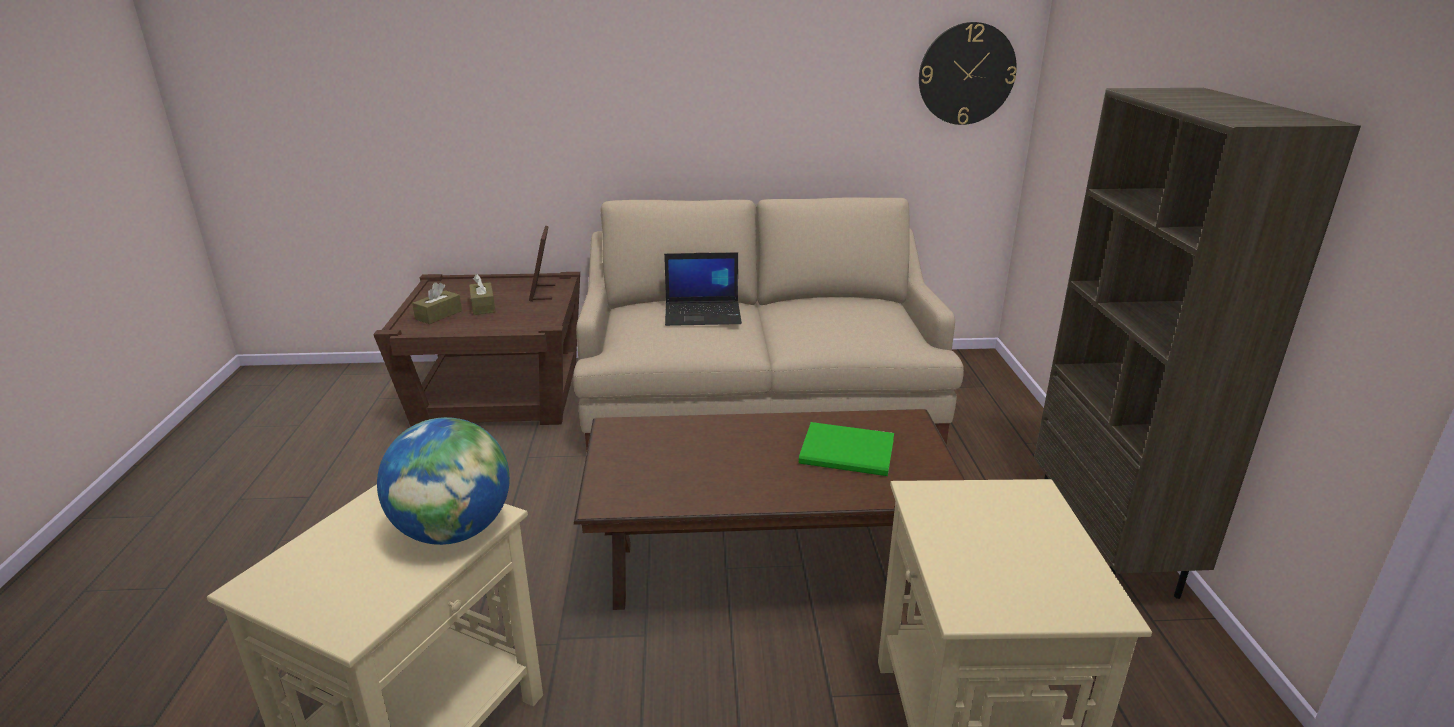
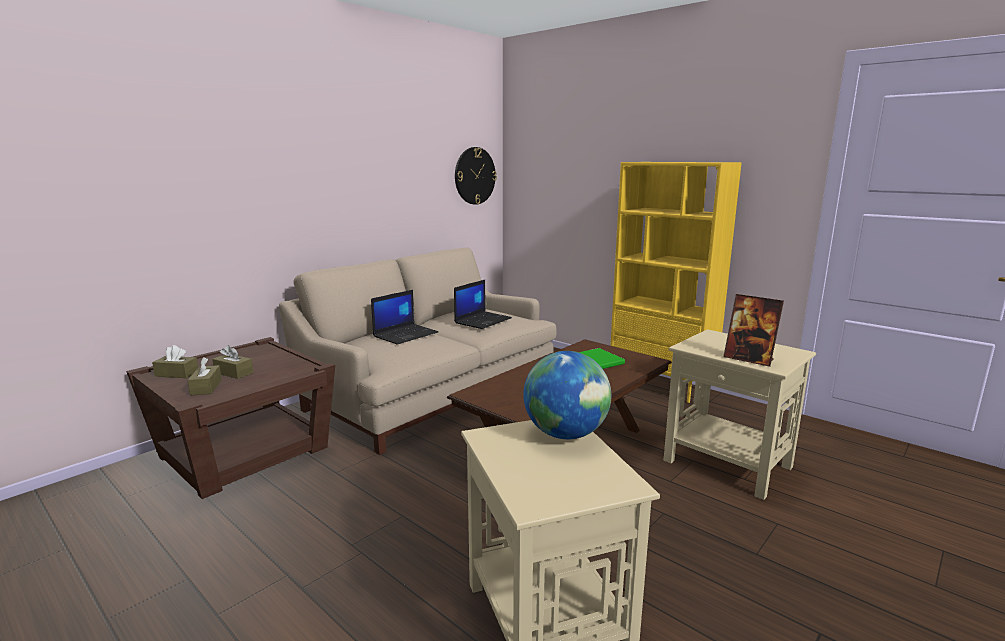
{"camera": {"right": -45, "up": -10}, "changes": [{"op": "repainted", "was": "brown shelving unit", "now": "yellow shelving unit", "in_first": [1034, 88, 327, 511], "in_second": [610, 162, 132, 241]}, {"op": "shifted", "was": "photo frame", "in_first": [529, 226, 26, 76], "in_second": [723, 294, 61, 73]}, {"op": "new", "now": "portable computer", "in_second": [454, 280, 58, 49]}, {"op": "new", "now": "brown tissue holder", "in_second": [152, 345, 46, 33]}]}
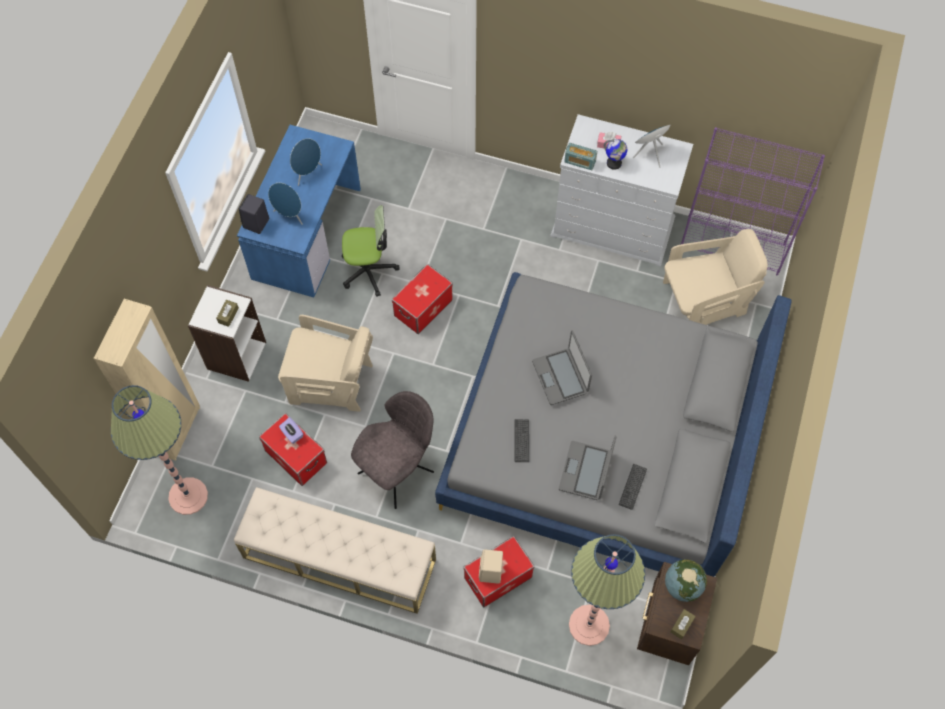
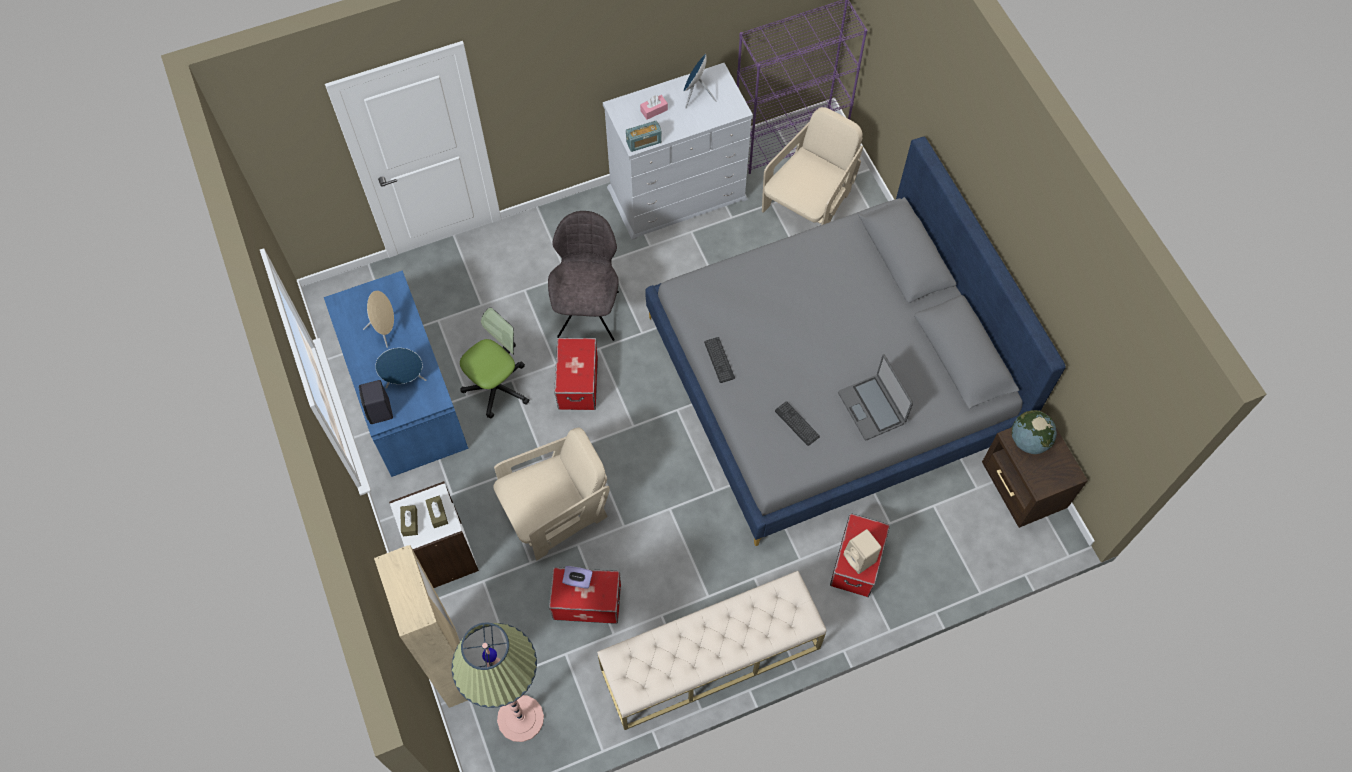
{"camera": {"right": -40, "up": 0}, "changes": [{"op": "repainted", "was": "blue-coloured speaker", "now": "sand-coloured speaker", "in_first": [290, 138, 32, 48], "in_second": [363, 291, 31, 57]}, {"op": "gone", "was": "desk globe", "in_first": [604, 139, 23, 31]}, {"op": "gone", "was": "portable computer", "in_first": [532, 330, 60, 75]}, {"op": "shifted", "was": "gray upright chair", "in_first": [351, 391, 83, 118], "in_second": [548, 211, 71, 130]}, {"op": "shifted", "was": "PC keyboard", "in_first": [619, 464, 28, 46], "in_second": [704, 337, 31, 46]}, {"op": "gone", "was": "standard lamp", "in_first": [569, 534, 76, 112]}, {"op": "shifted", "was": "brown tissue holder", "in_first": [670, 609, 26, 30], "in_second": [400, 505, 18, 31]}]}
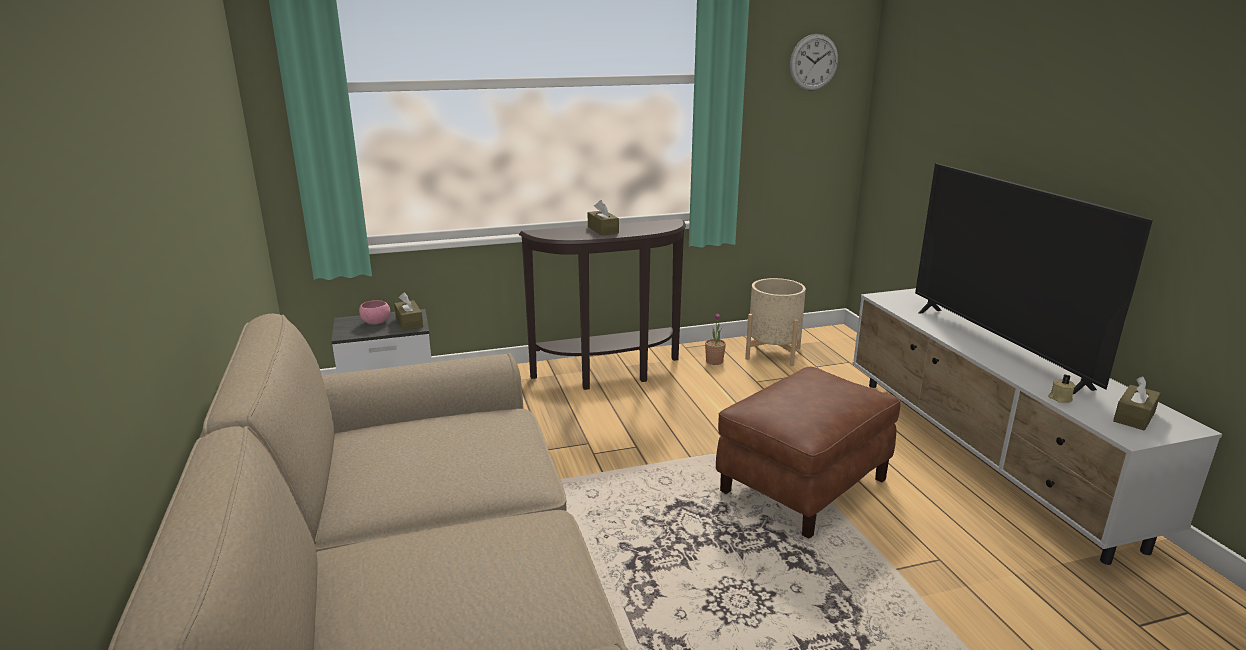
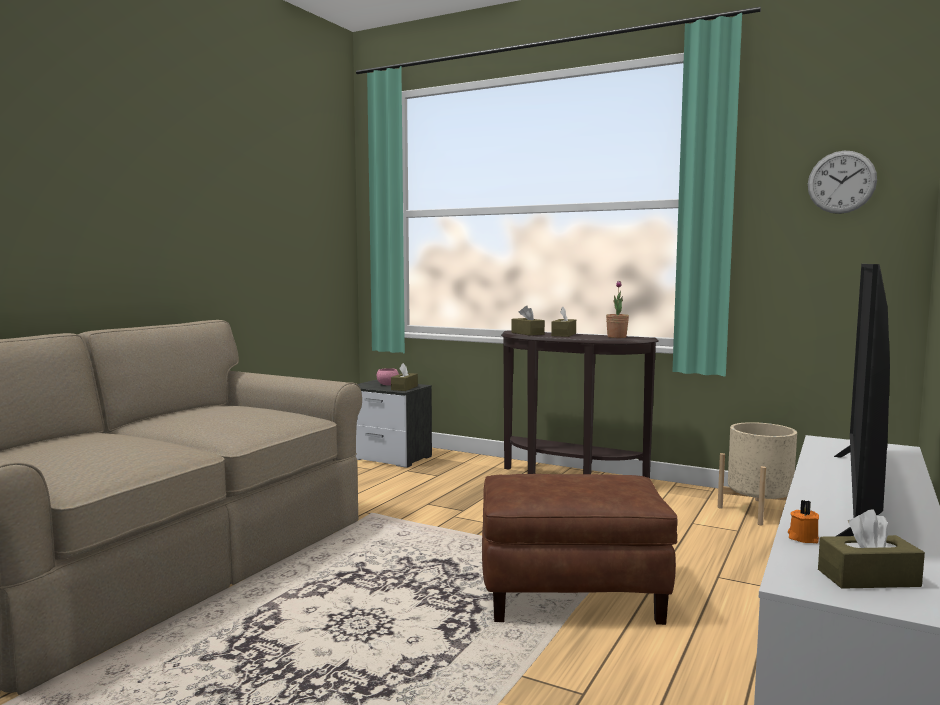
{"camera": {"right": 45, "up": -15}, "changes": [{"op": "shifted", "was": "potted plant", "in_first": [705, 313, 21, 52], "in_second": [606, 281, 23, 57]}, {"op": "repainted", "was": "sand-coloured wax candle", "now": "orange-coloured wax candle", "in_first": [1048, 374, 28, 29], "in_second": [788, 500, 31, 43]}, {"op": "new", "now": "brown tissue holder", "in_second": [511, 306, 34, 30]}]}
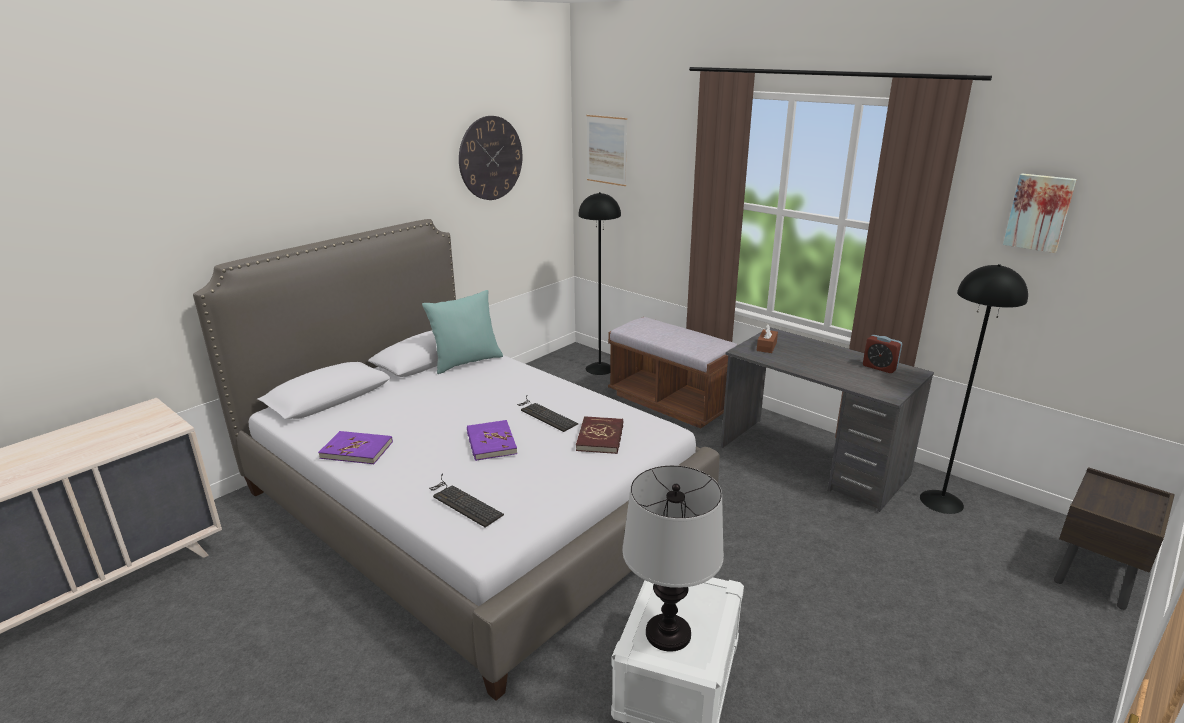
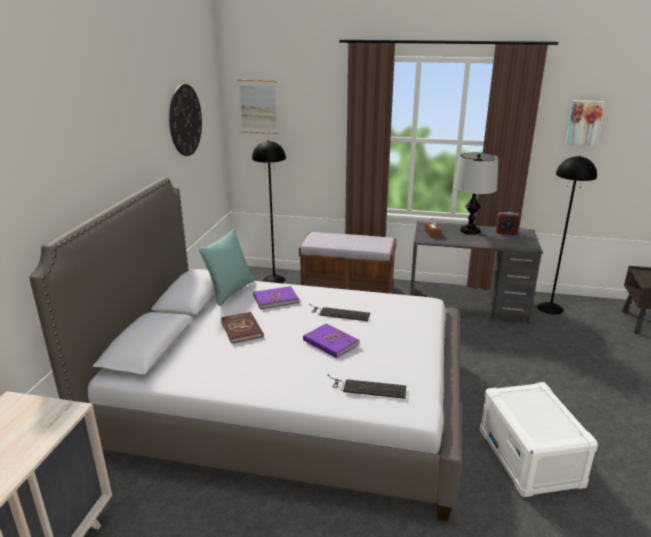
{"camera": {"right": -30, "up": 0}, "changes": [{"op": "shifted", "was": "red-coloured volume", "in_first": [576, 416, 47, 38], "in_second": [221, 312, 42, 32]}, {"op": "shifted", "was": "purplish volume", "in_first": [318, 431, 75, 33], "in_second": [253, 286, 46, 23]}, {"op": "shifted", "was": "table lamp", "in_first": [622, 465, 102, 187], "in_second": [454, 153, 44, 82]}]}
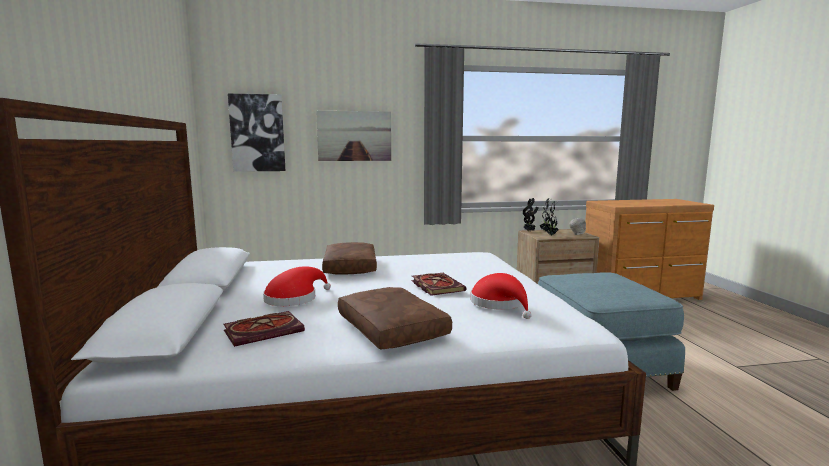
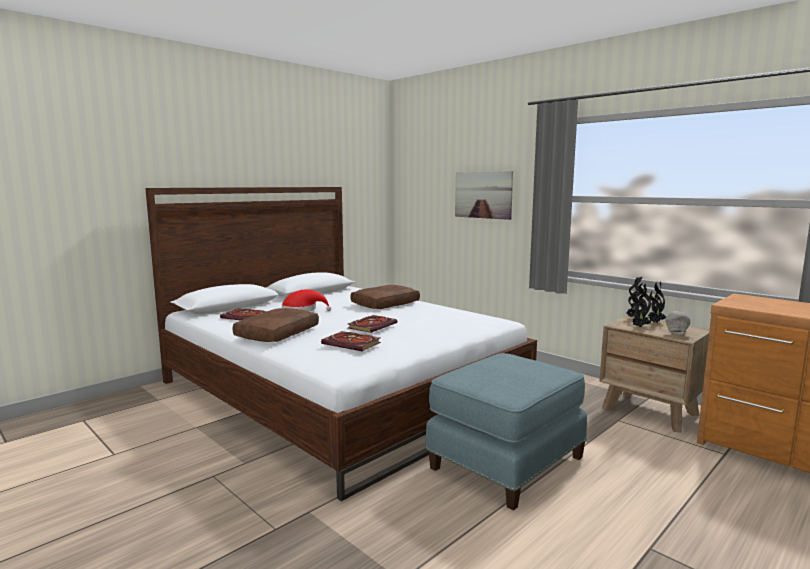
{"camera": {"right": 55, "up": 0}, "changes": [{"op": "gone", "was": "wall art", "in_first": [228, 94, 57, 78]}, {"op": "swapped", "was": "red-coloured clothing hat", "now": "volume", "in_first": [470, 273, 62, 46], "in_second": [321, 331, 60, 20]}]}
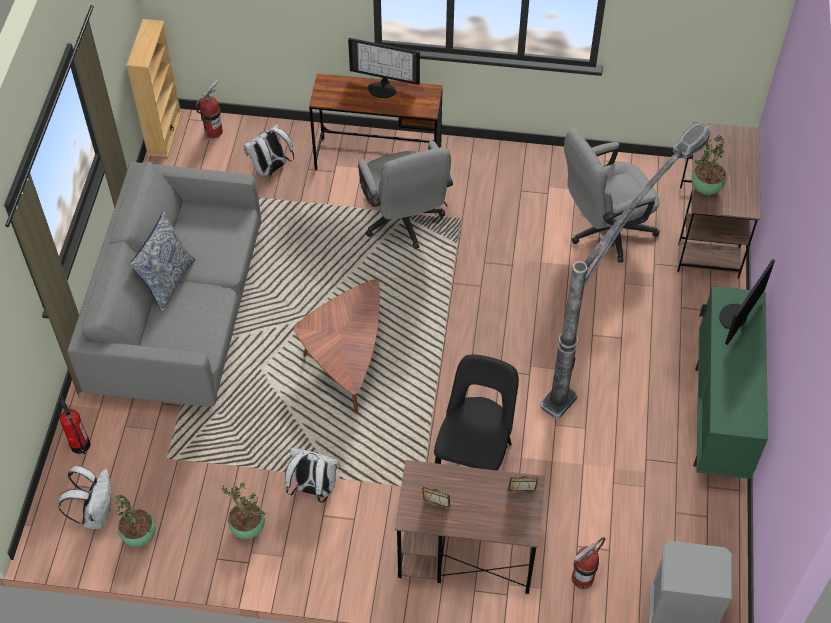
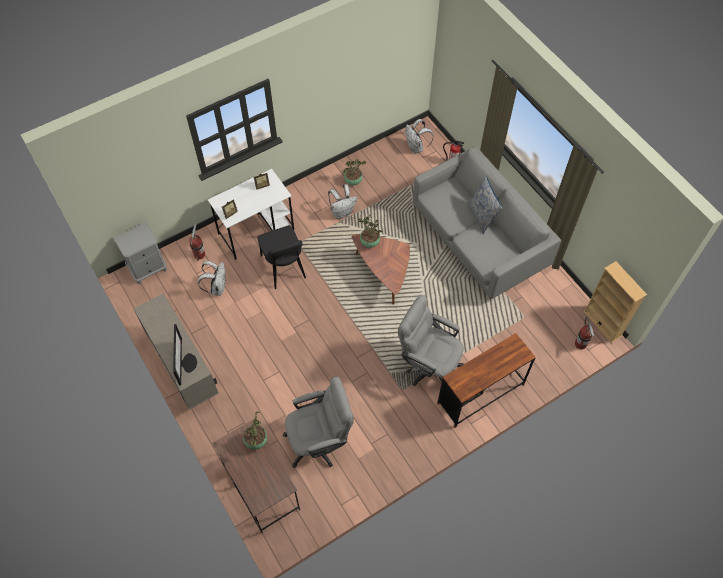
{"camera": {"right": 140, "up": 5}, "changes": [{"op": "gone", "was": "computer screen", "in_first": [348, 38, 72, 60]}, {"op": "gone", "was": "standard lamp", "in_first": [540, 122, 171, 297]}, {"op": "shifted", "was": "white knapsack", "in_first": [243, 124, 51, 54], "in_second": [198, 261, 28, 35]}, {"op": "rotated", "was": "gray desk chair", "in_first": [564, 129, 96, 134], "in_second": [283, 377, 71, 91], "clockwise": 45}, {"op": "repainted", "was": "greenish cupboard", "now": "sand-coloured cupboard", "in_first": [693, 286, 75, 193], "in_second": [134, 293, 85, 117]}, {"op": "repainted", "was": "brown desk unit", "now": "white desk unit", "in_first": [395, 460, 150, 134], "in_second": [208, 169, 86, 91]}, {"op": "shifted", "was": "potted plant", "in_first": [115, 495, 41, 52], "in_second": [358, 214, 25, 34]}]}
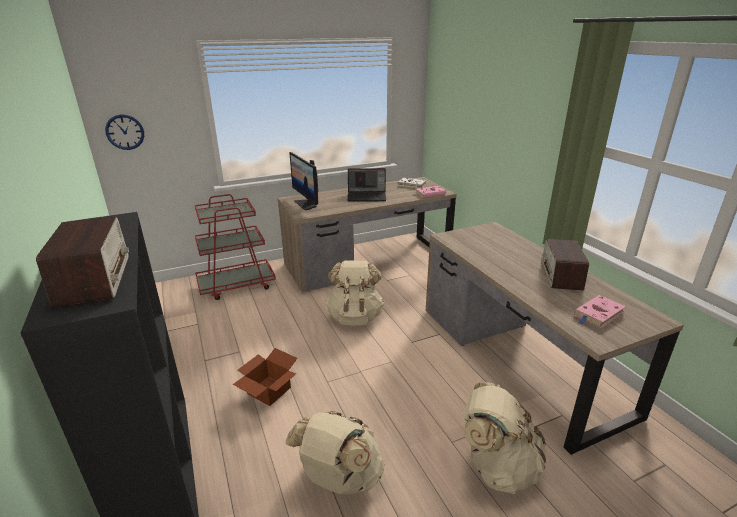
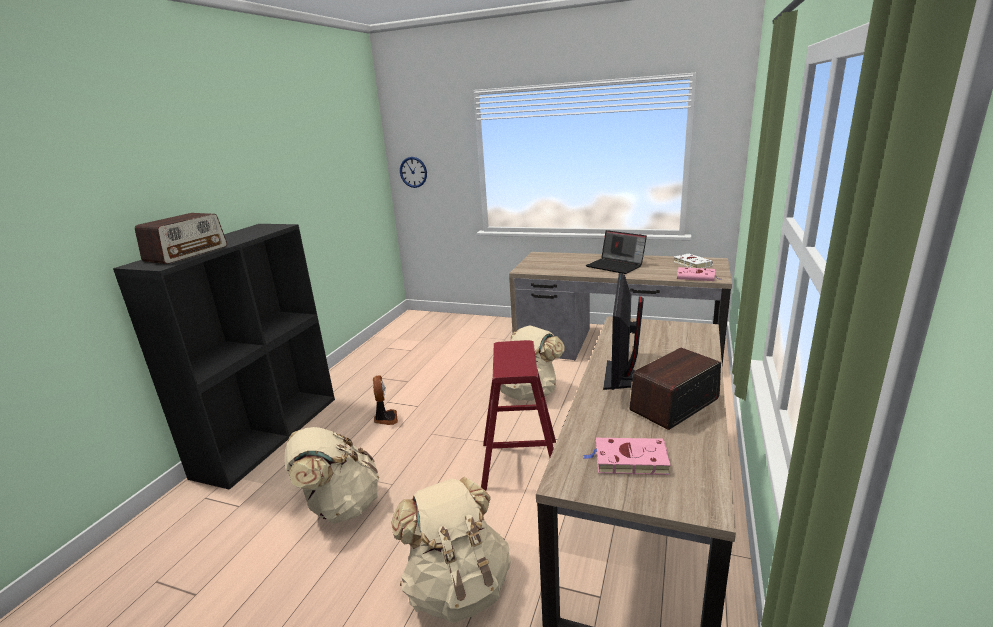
{"camera": {"right": 45, "up": -5}, "changes": [{"op": "shifted", "was": "computer screen", "in_first": [289, 152, 29, 59], "in_second": [603, 273, 41, 117]}, {"op": "gone", "was": "red-coloured trolley", "in_first": [195, 194, 81, 106]}, {"op": "swapped", "was": "carton", "now": "cooling fan", "in_first": [233, 348, 65, 58], "in_second": [373, 375, 25, 50]}, {"op": "new", "now": "red-coloured sitting stool", "in_second": [481, 340, 75, 150]}]}
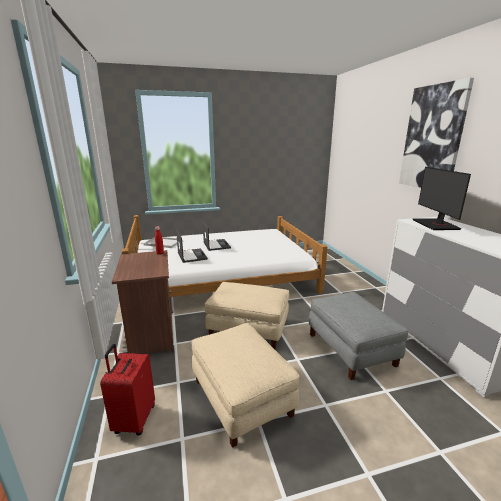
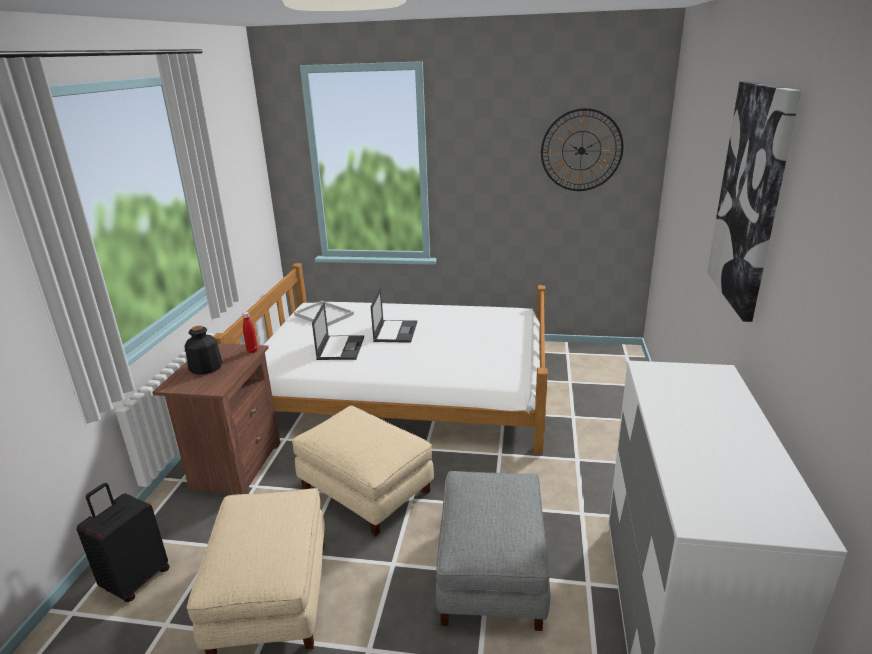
{"camera": {"right": 25, "up": 5}, "changes": [{"op": "gone", "was": "computer screen", "in_first": [413, 167, 58, 63]}, {"op": "repainted", "was": "red-coloured travel case", "now": "blackish travel case", "in_first": [100, 344, 55, 91], "in_second": [77, 483, 93, 119]}, {"op": "new", "now": "clock on the wall", "in_second": [541, 108, 82, 83]}, {"op": "new", "now": "bottle", "in_second": [185, 326, 37, 49]}]}
